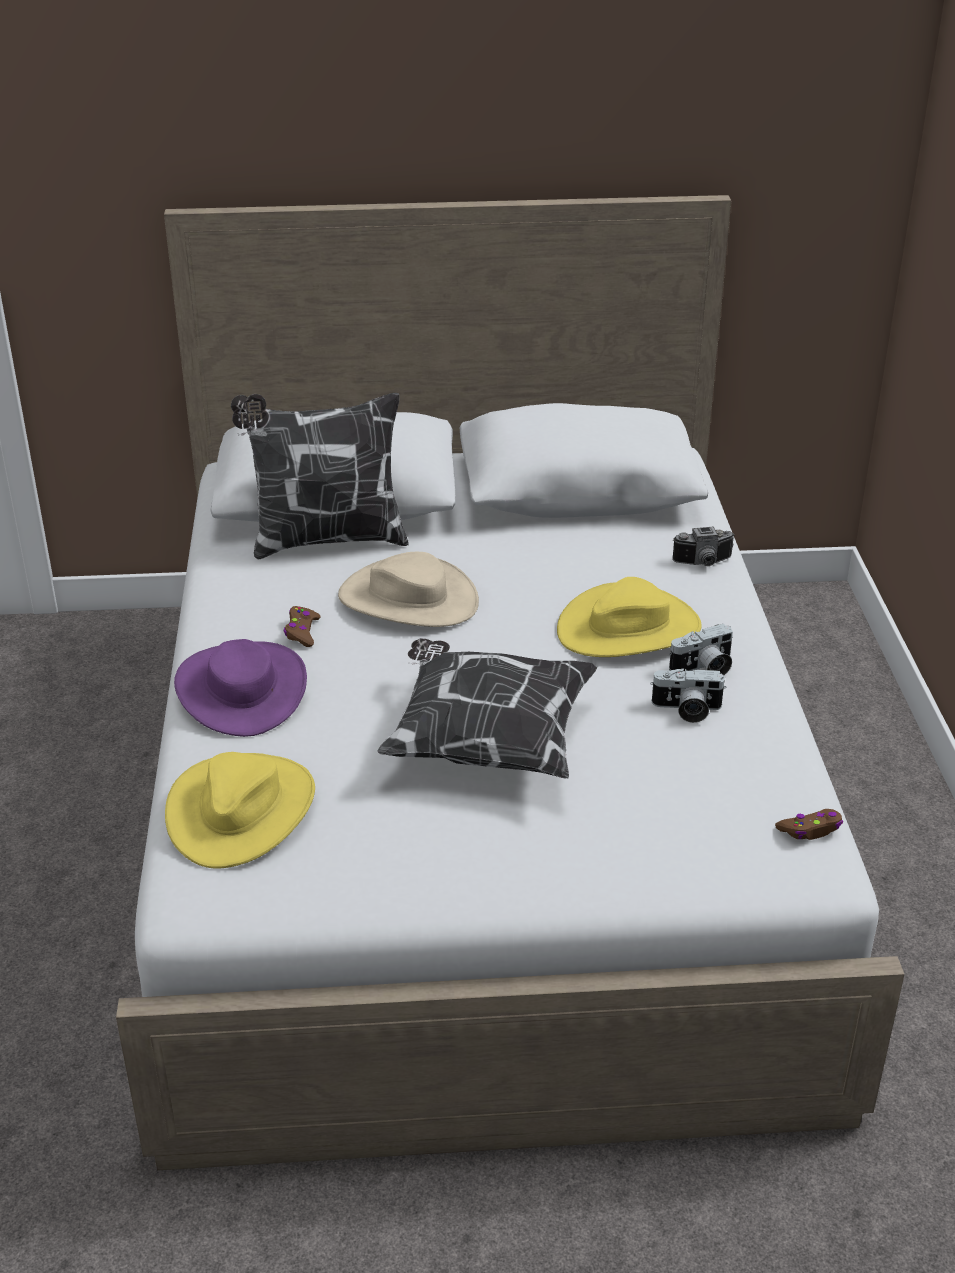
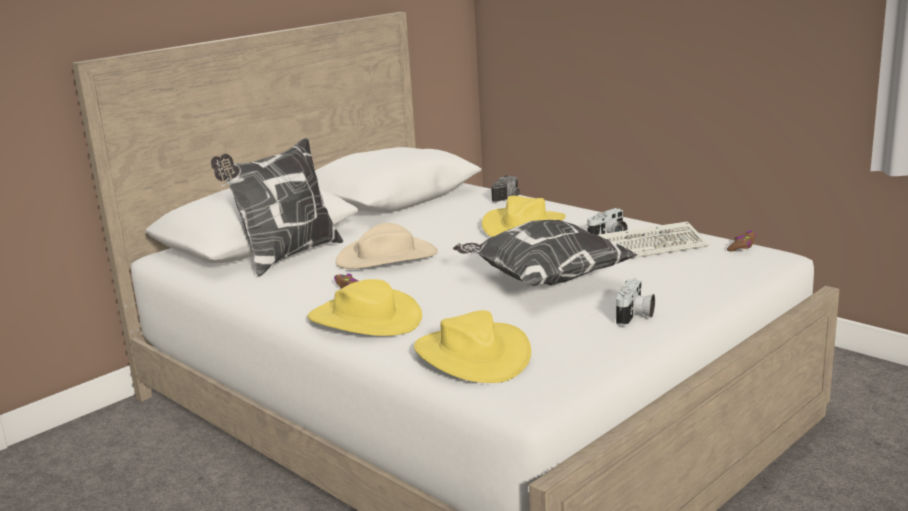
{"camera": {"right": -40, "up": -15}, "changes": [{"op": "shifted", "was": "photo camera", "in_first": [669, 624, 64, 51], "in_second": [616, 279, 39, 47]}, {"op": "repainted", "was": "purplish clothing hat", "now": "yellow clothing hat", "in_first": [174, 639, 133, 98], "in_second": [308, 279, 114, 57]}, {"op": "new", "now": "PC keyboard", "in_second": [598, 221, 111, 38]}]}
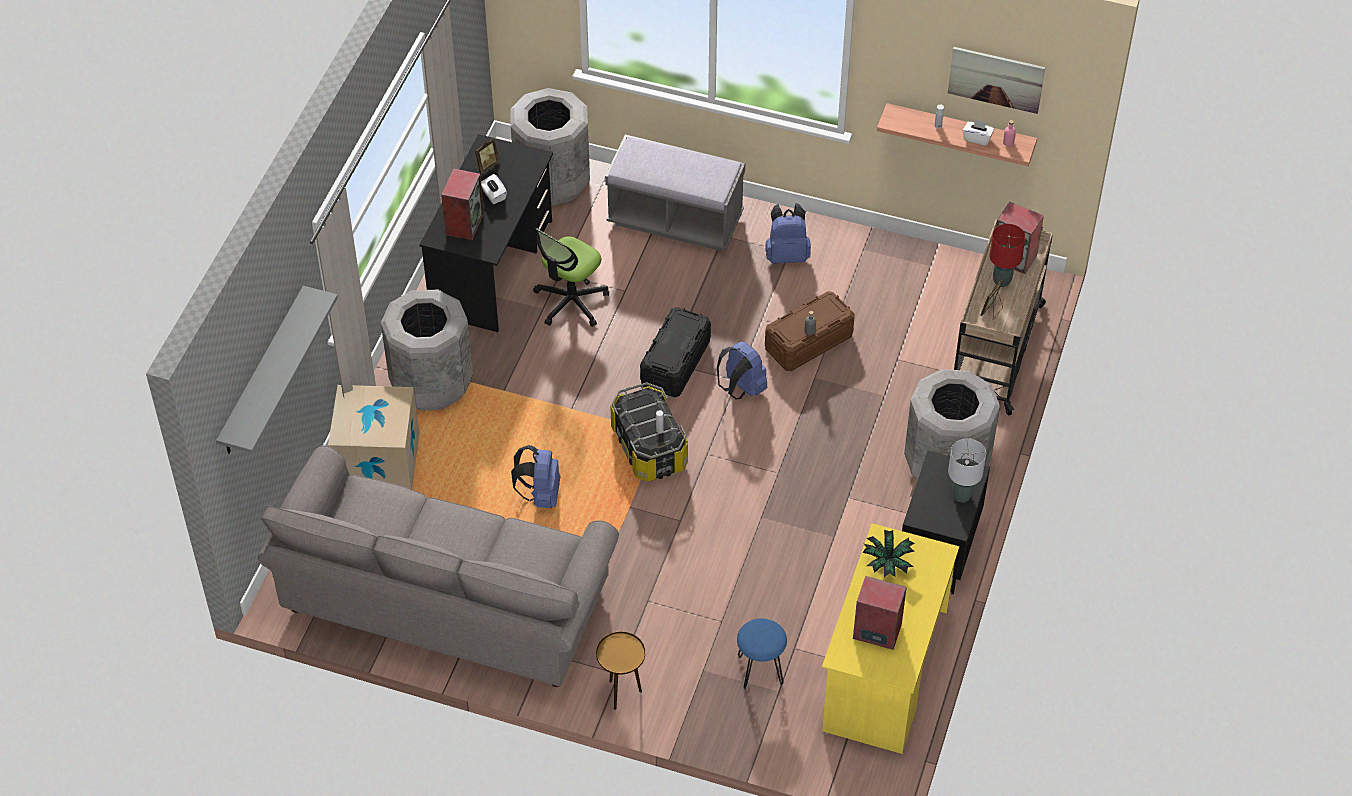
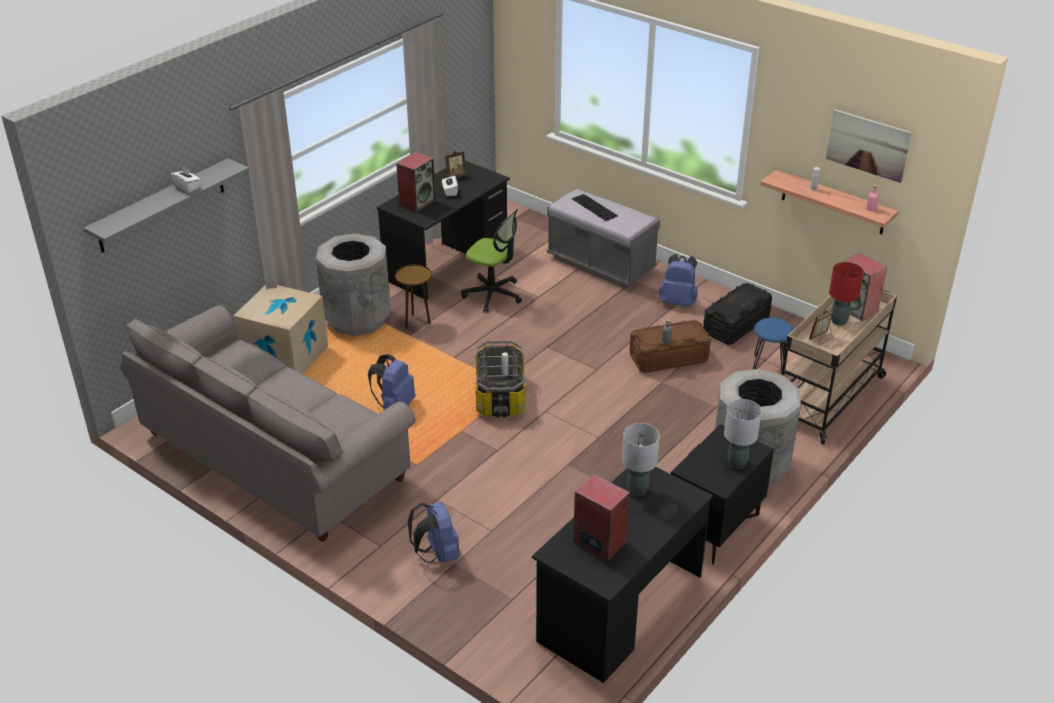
{"camera": {"right": 20, "up": -15}, "changes": [{"op": "gone", "was": "gray trash can", "in_first": [510, 88, 80, 118]}, {"op": "shifted", "was": "white tissue holder", "in_first": [963, 120, 31, 26], "in_second": [171, 166, 30, 27]}, {"op": "rotated", "was": "desk chair", "in_first": [533, 228, 76, 99], "in_second": [461, 208, 61, 105], "clockwise": -120}, {"op": "shifted", "was": "blackish storage bin", "in_first": [640, 307, 71, 90], "in_second": [703, 283, 69, 62]}, {"op": "shifted", "was": "blue-coloured knapsack", "in_first": [717, 341, 50, 58], "in_second": [408, 502, 53, 61]}, {"op": "repainted", "was": "yellow desk unit", "now": "blackish desk unit", "in_first": [822, 523, 137, 231], "in_second": [532, 467, 181, 216]}, {"op": "swapped", "was": "potted plant", "now": "gray table lamp", "in_first": [862, 530, 52, 47], "in_second": [622, 423, 38, 73]}, {"op": "shifted", "was": "blue-coloured sitting stool", "in_first": [737, 618, 50, 72], "in_second": [753, 318, 41, 55]}, {"op": "shifted", "was": "brown end table", "in_first": [596, 631, 49, 79], "in_second": [395, 264, 37, 65]}, {"op": "new", "now": "PC keyboard", "in_second": [572, 194, 46, 27]}]}
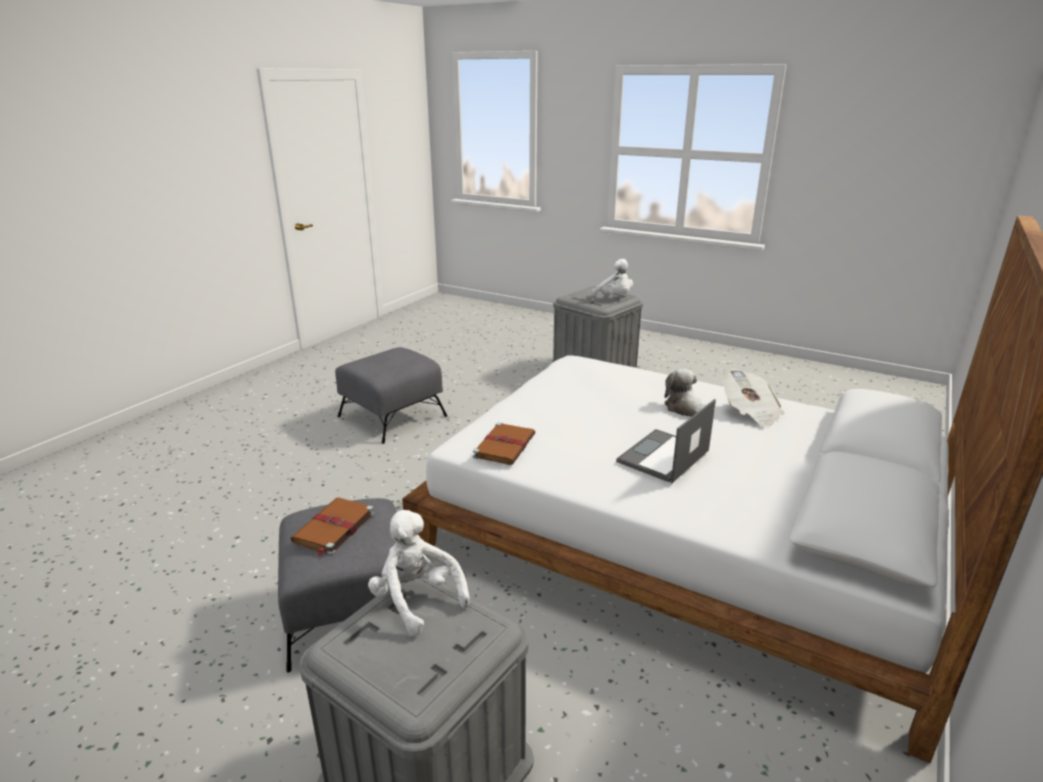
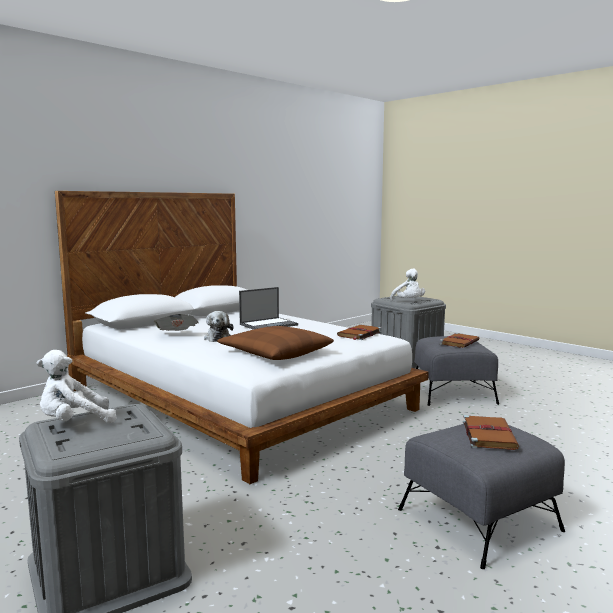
{"camera": {"right": -165, "up": -15}, "changes": [{"op": "rotated", "was": "white plush toy", "in_first": [592, 259, 41, 37], "in_second": [37, 350, 80, 74], "clockwise": -90}, {"op": "new", "now": "brown cushion", "in_second": [217, 326, 117, 34]}, {"op": "new", "now": "brown volume", "in_second": [463, 415, 56, 35]}]}
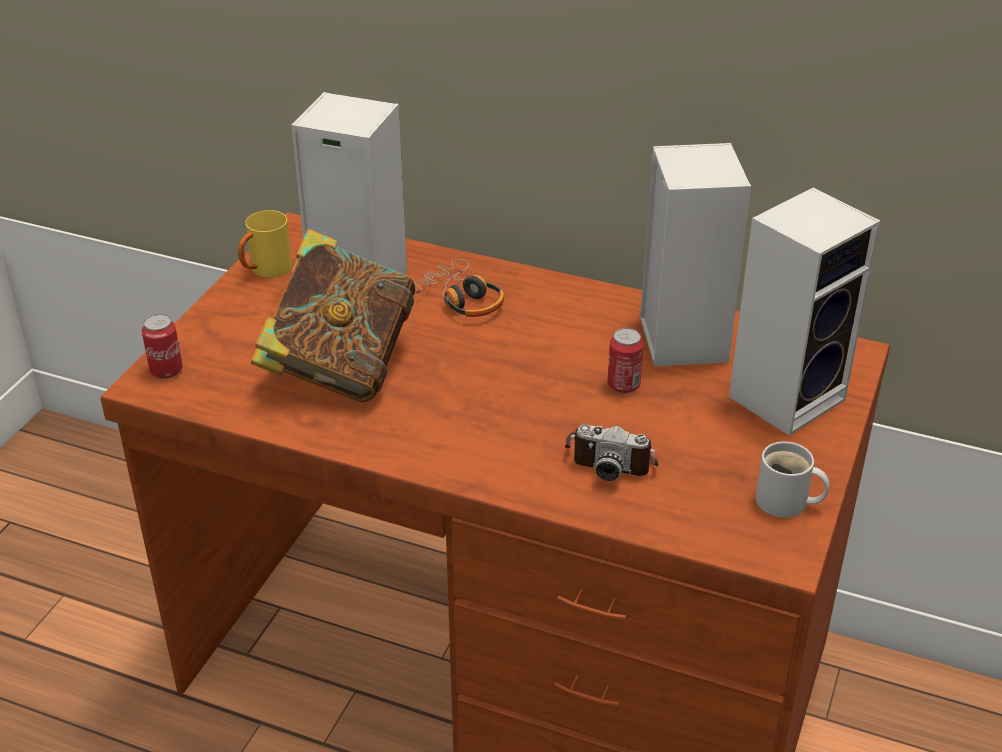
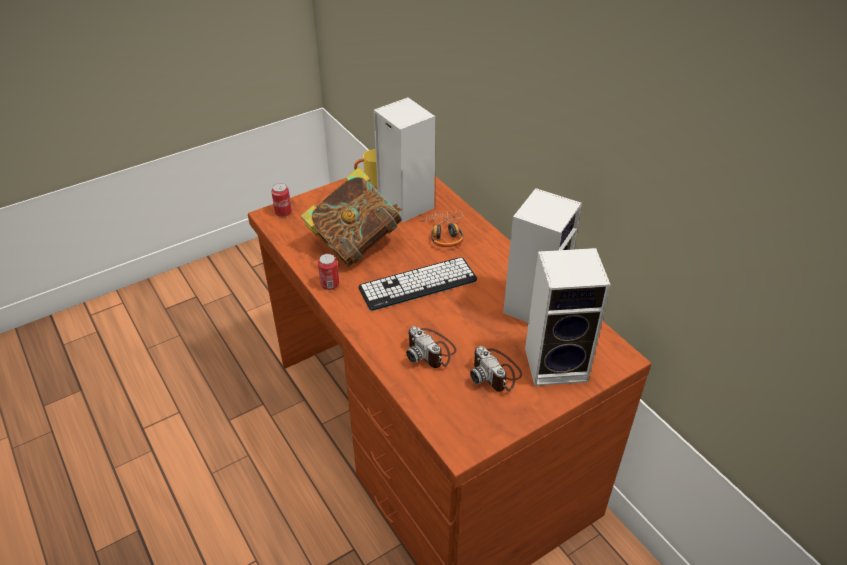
{"camera": {"right": 35, "up": 5}, "changes": [{"op": "shifted", "was": "metal can", "in_first": [607, 328, 37, 65], "in_second": [318, 254, 21, 36]}, {"op": "gone", "was": "white coffee mug", "in_first": [756, 442, 74, 76]}, {"op": "new", "now": "PC keyboard", "in_second": [358, 257, 119, 54]}, {"op": "new", "now": "photo camera", "in_second": [470, 346, 52, 46]}]}
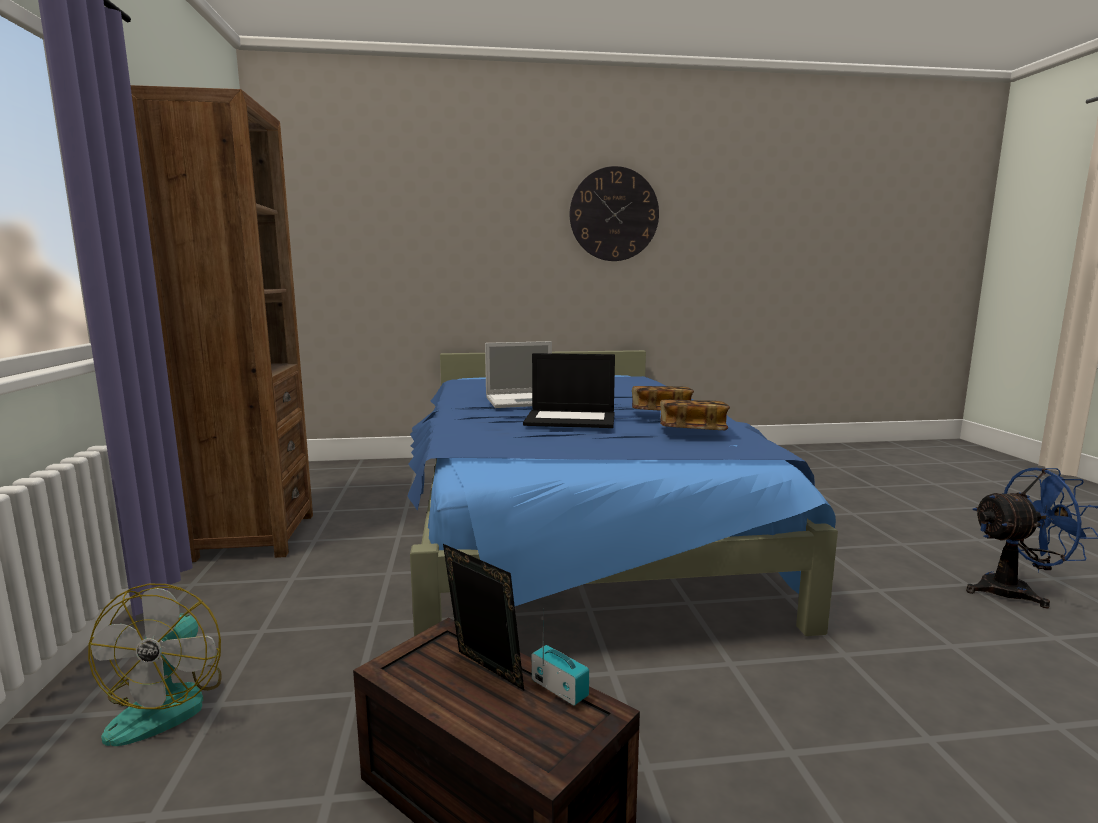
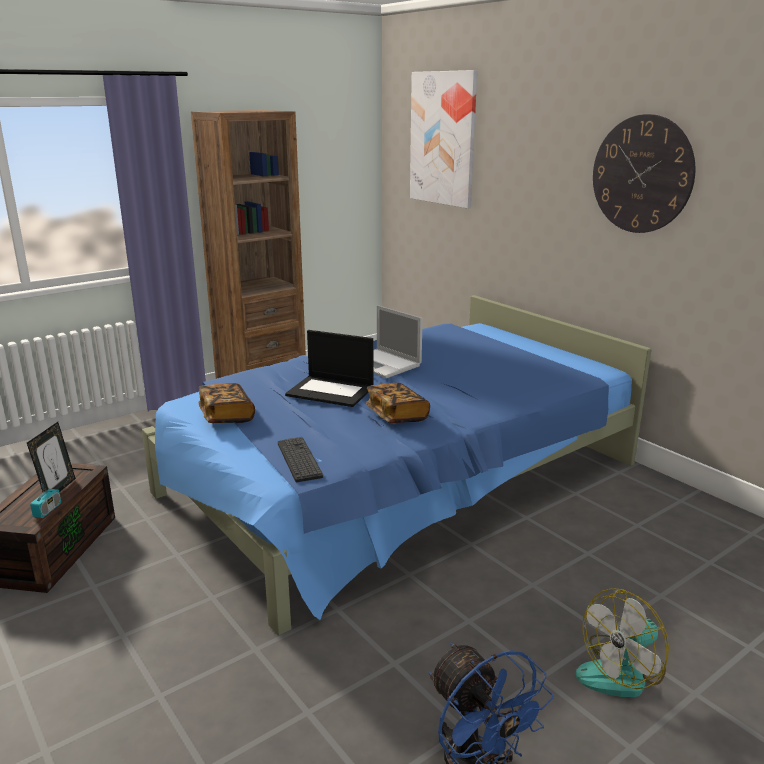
{"camera": {"right": 60, "up": 10}, "changes": [{"op": "rotated", "was": "portable computer", "in_first": [523, 353, 92, 75], "in_second": [285, 330, 89, 77], "clockwise": -45}, {"op": "shifted", "was": "volume", "in_first": [660, 400, 70, 30], "in_second": [199, 383, 56, 40]}, {"op": "shifted", "was": "cooling fan", "in_first": [88, 584, 134, 162], "in_second": [576, 588, 93, 109]}, {"op": "new", "now": "wall art", "in_second": [410, 70, 67, 139]}, {"op": "new", "now": "PC keyboard", "in_second": [278, 437, 45, 45]}]}
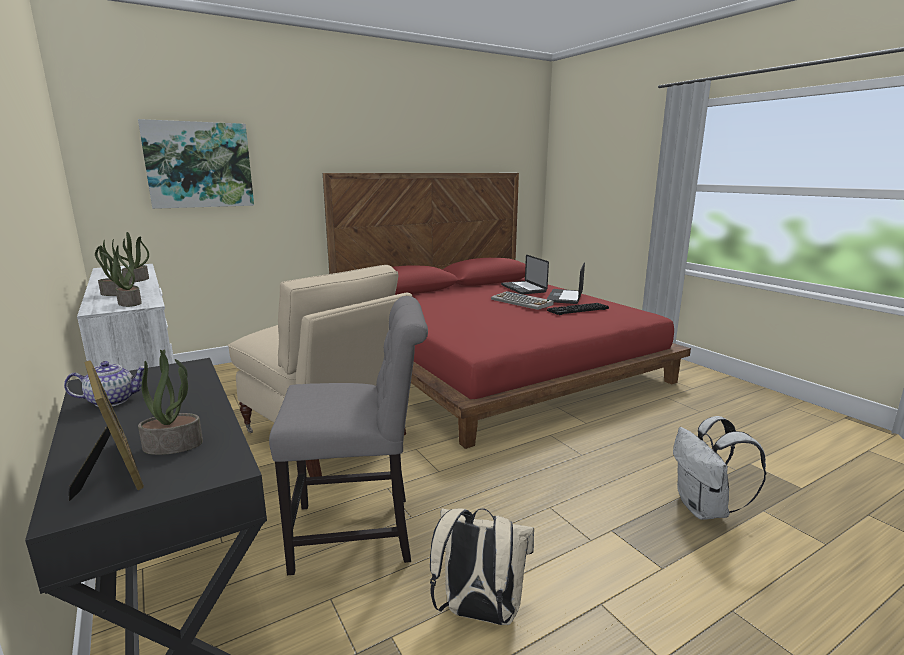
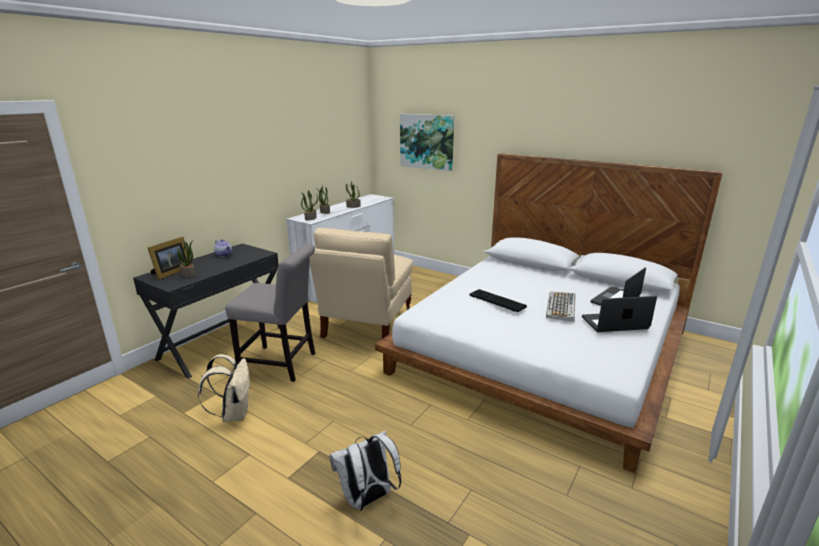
{"camera": {"right": 65, "up": 5}, "changes": [{"op": "repainted", "was": "red-coloured sleeping bed", "now": "white sleeping bed", "in_first": [323, 173, 368, 276], "in_second": [375, 153, 348, 320]}, {"op": "rotated", "was": "gray upright chair", "in_first": [269, 296, 159, 279], "in_second": [225, 243, 90, 139], "clockwise": -45}, {"op": "shifted", "was": "PC keyboard", "in_first": [547, 303, 62, 12], "in_second": [470, 289, 57, 23]}]}
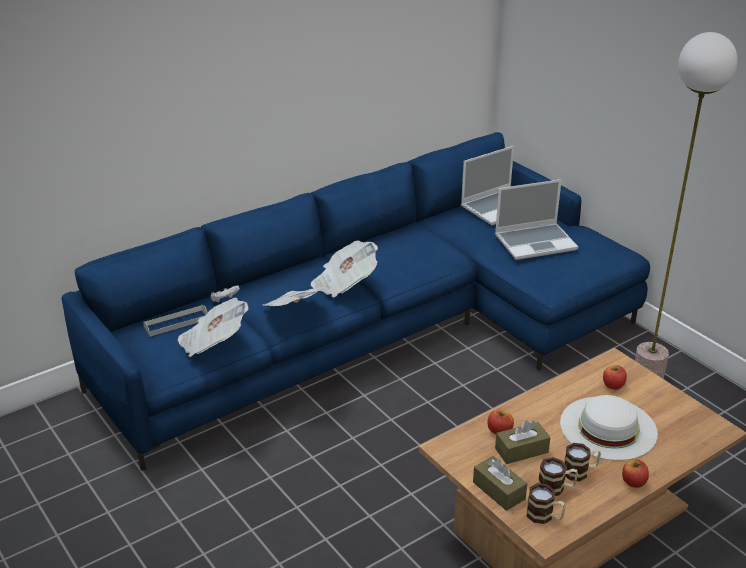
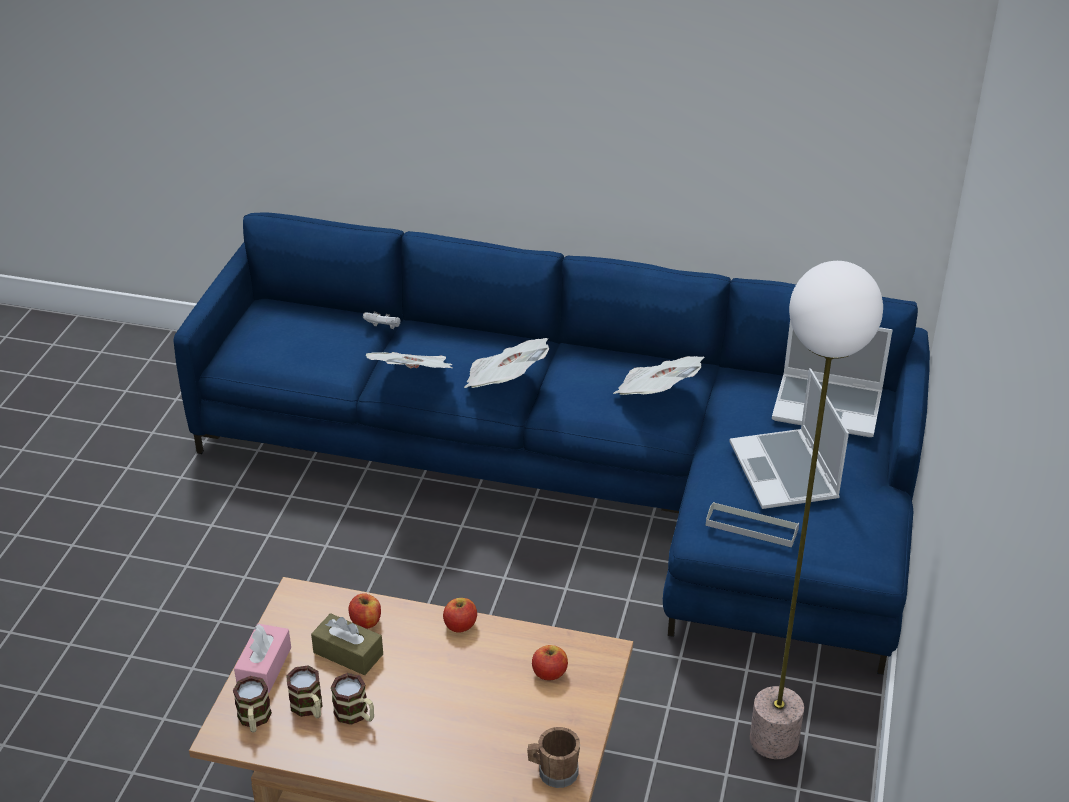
{"camera": {"right": 50, "up": 5}, "changes": [{"op": "rotated", "was": "portable computer", "in_first": [495, 179, 83, 81], "in_second": [729, 368, 120, 141], "clockwise": 45}, {"op": "shifted", "was": "printed paper", "in_first": [177, 298, 71, 59], "in_second": [613, 356, 92, 39]}, {"op": "shifted", "was": "gray serving tray", "in_first": [143, 305, 65, 32], "in_second": [706, 502, 93, 45]}, {"op": "gone", "was": "white clothing hat", "in_first": [560, 395, 98, 65]}, {"op": "repainted", "was": "brown tissue holder", "now": "pink tissue holder", "in_first": [473, 456, 54, 55], "in_second": [234, 624, 57, 69]}, {"op": "shifted", "was": "apple fruit", "in_first": [622, 459, 27, 29], "in_second": [443, 598, 34, 35]}, {"op": "new", "now": "brown coffee mug", "in_second": [527, 727, 53, 61]}]}
